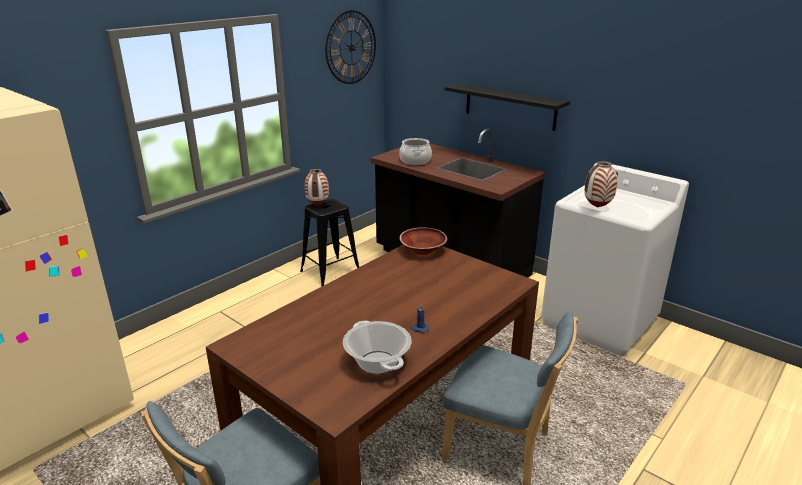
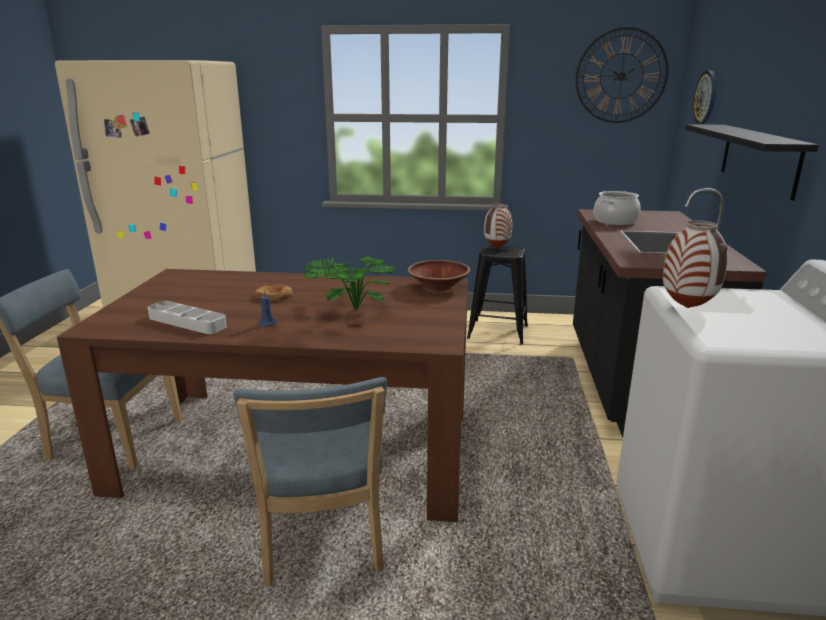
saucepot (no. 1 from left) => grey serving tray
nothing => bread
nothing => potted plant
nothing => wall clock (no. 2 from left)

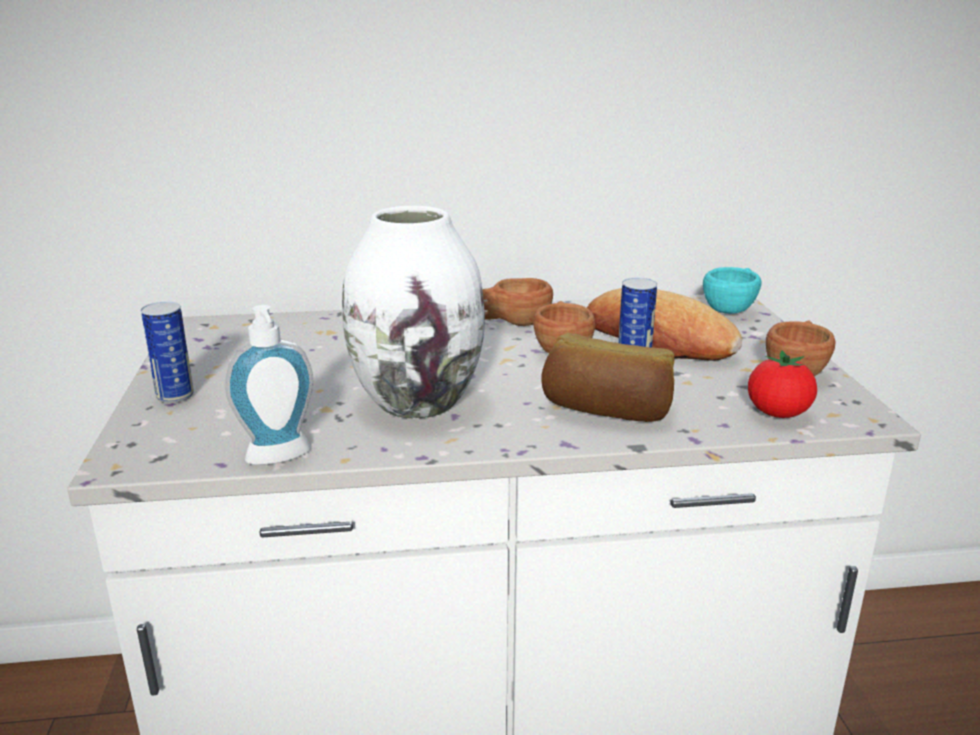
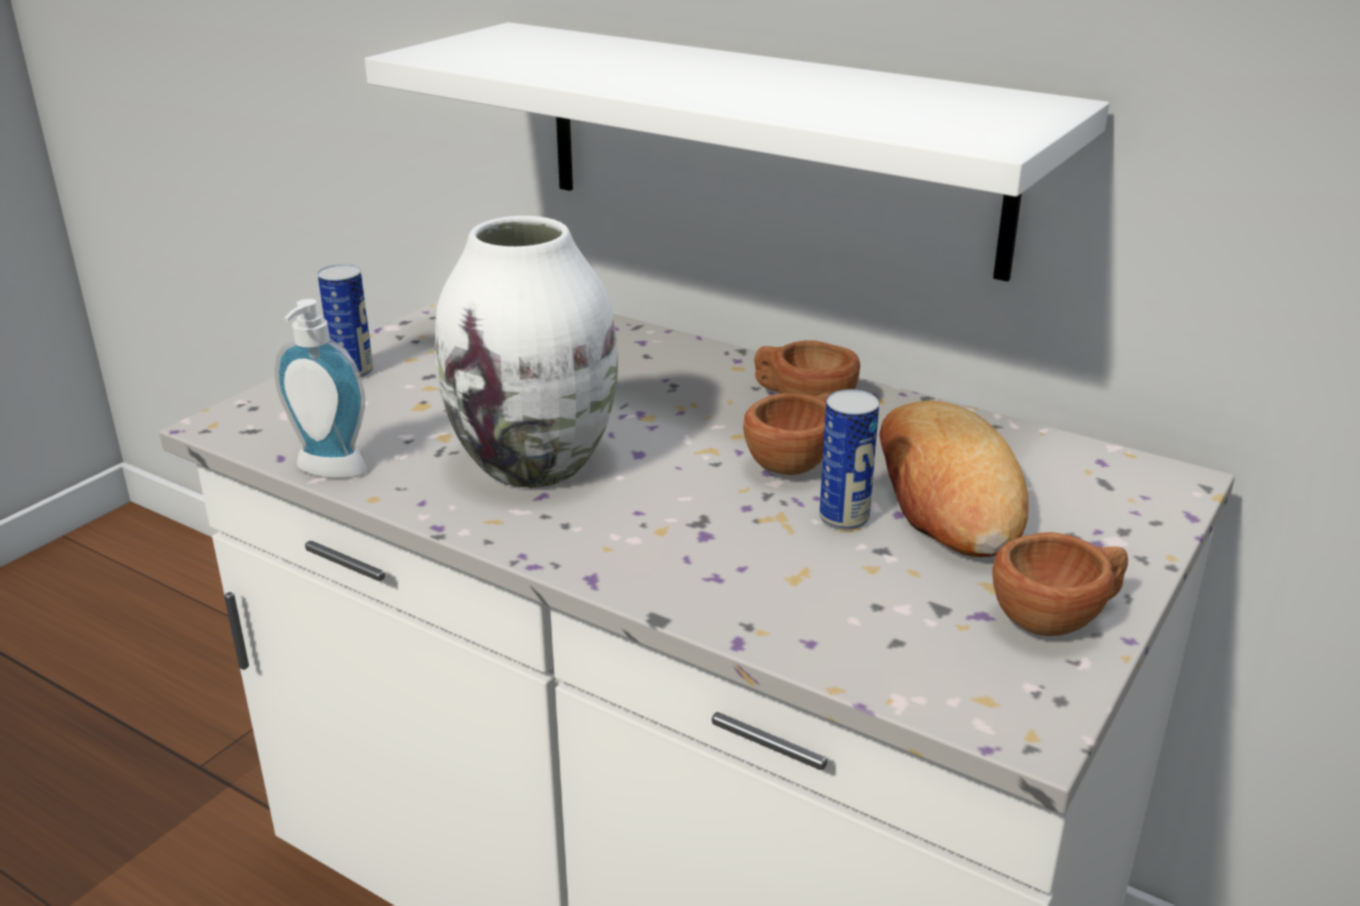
nothing => white bracket shelf
bread (no. 1 from left) => nothing
blue-green drinking cup => nothing
whole tomato => nothing

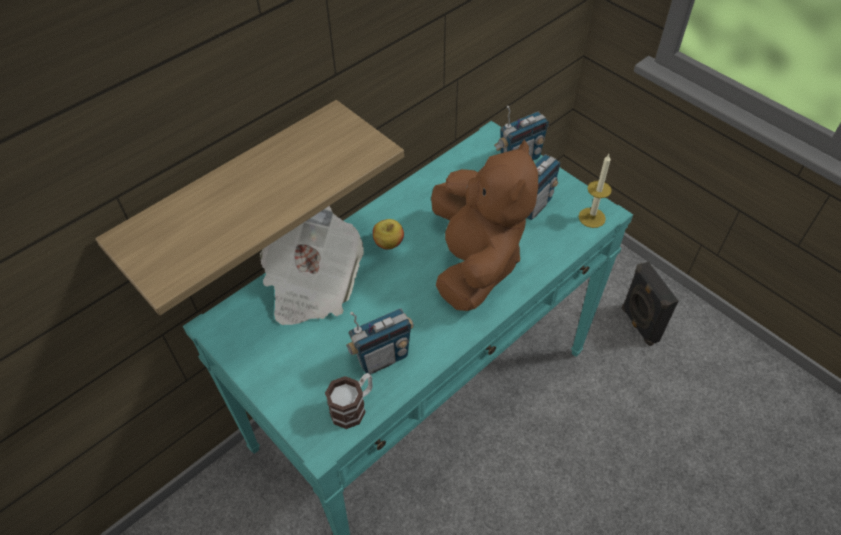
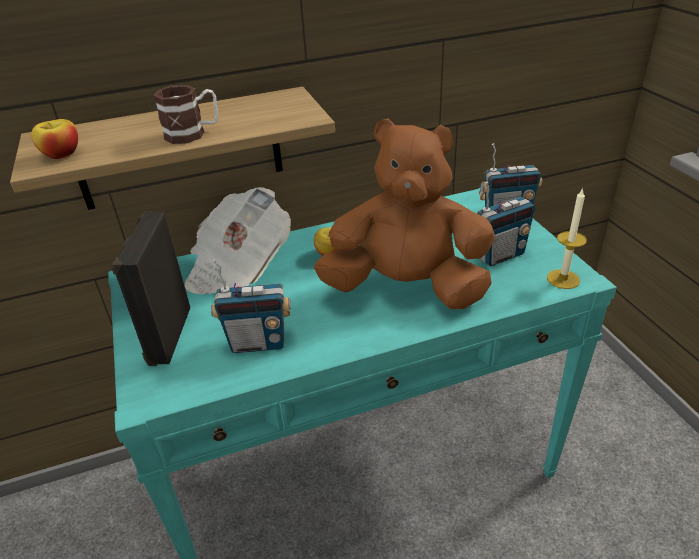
nothing => apple fruit (no. 1 from left)
black-coloured audio speaker, relocated
mug, relocated
brown soft toy, 105 degrees counterclockwise

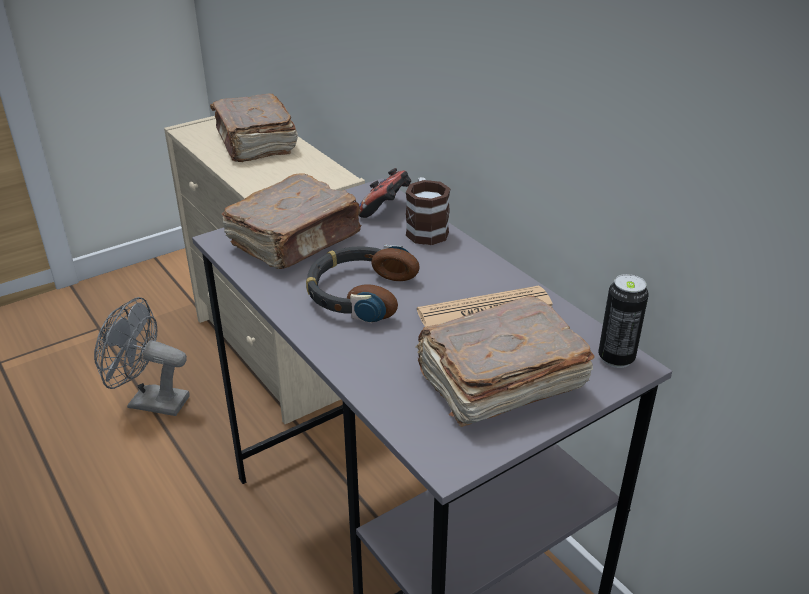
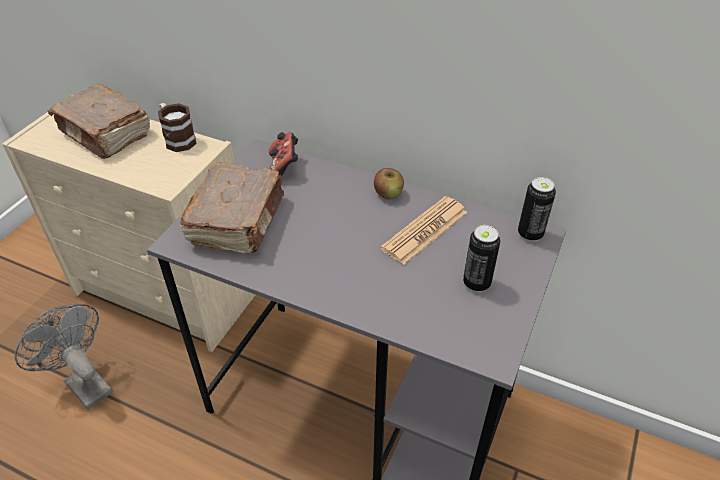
grey fan, 60 degrees clockwise
mug, relocated
nothing => apple fruit
brown book (no. 3 from left) => sealed can (no. 1 from left)
headphones => nothing

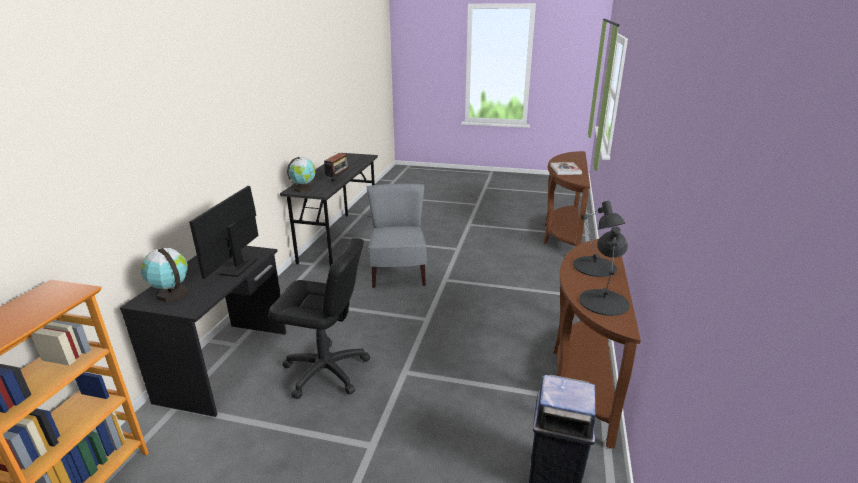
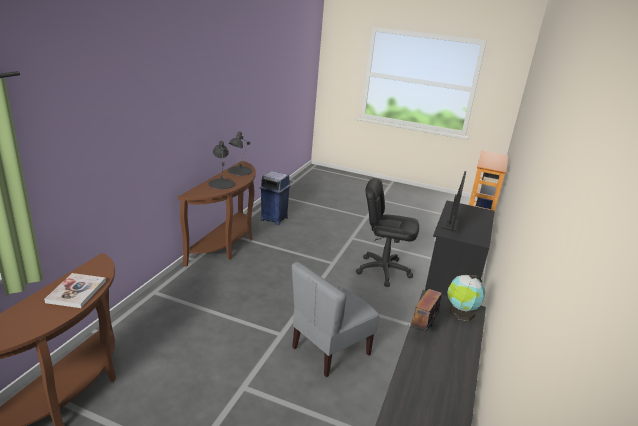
grey plain chair, 45 degrees clockwise
world globe (no. 1 from left) => nothing

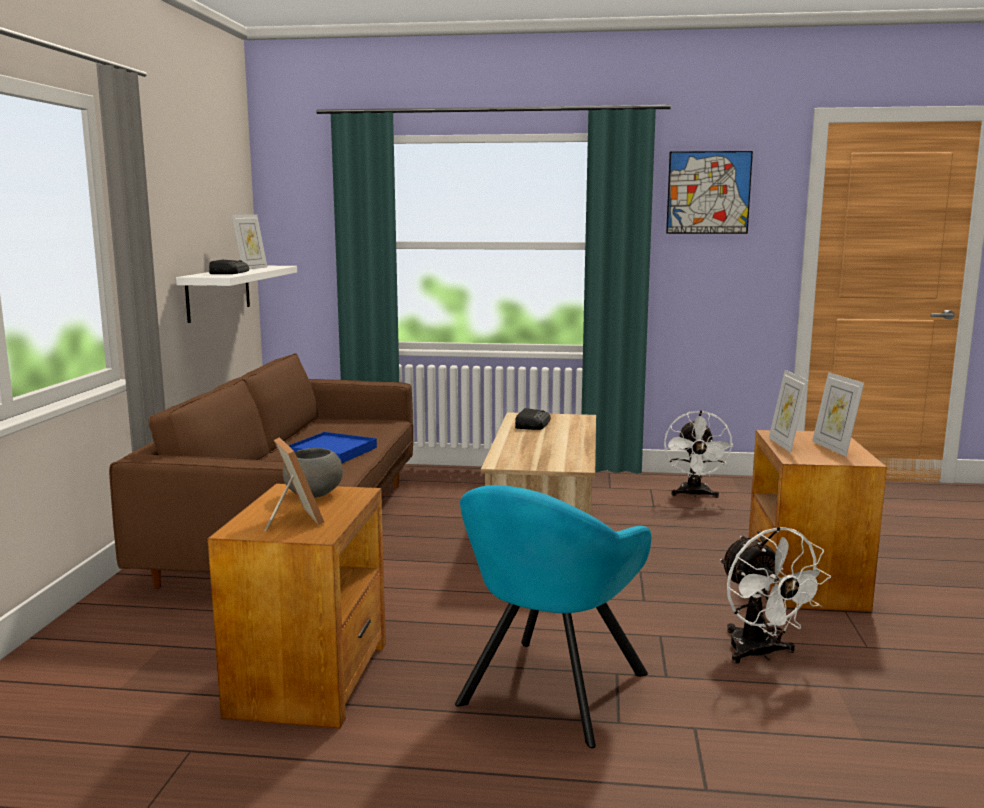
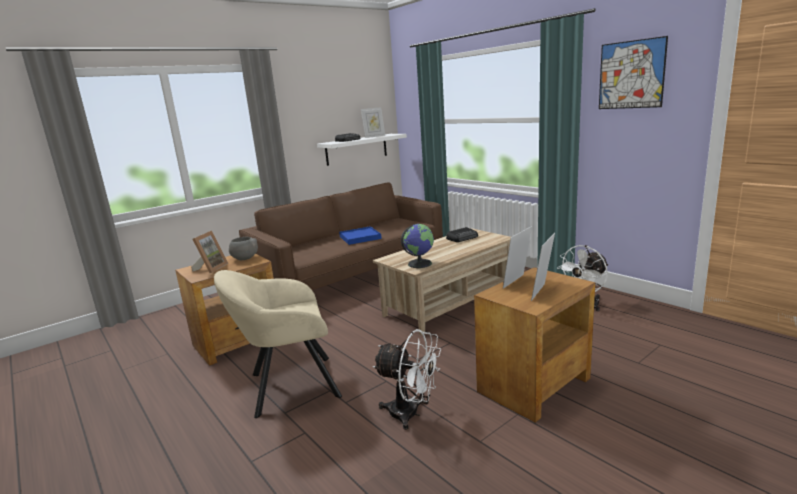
blue-green armchair => beige-coloured armchair
white fan (no. 2 from left in the first image) => white fan (no. 1 from left), 90 degrees counterclockwise
nothing => world globe

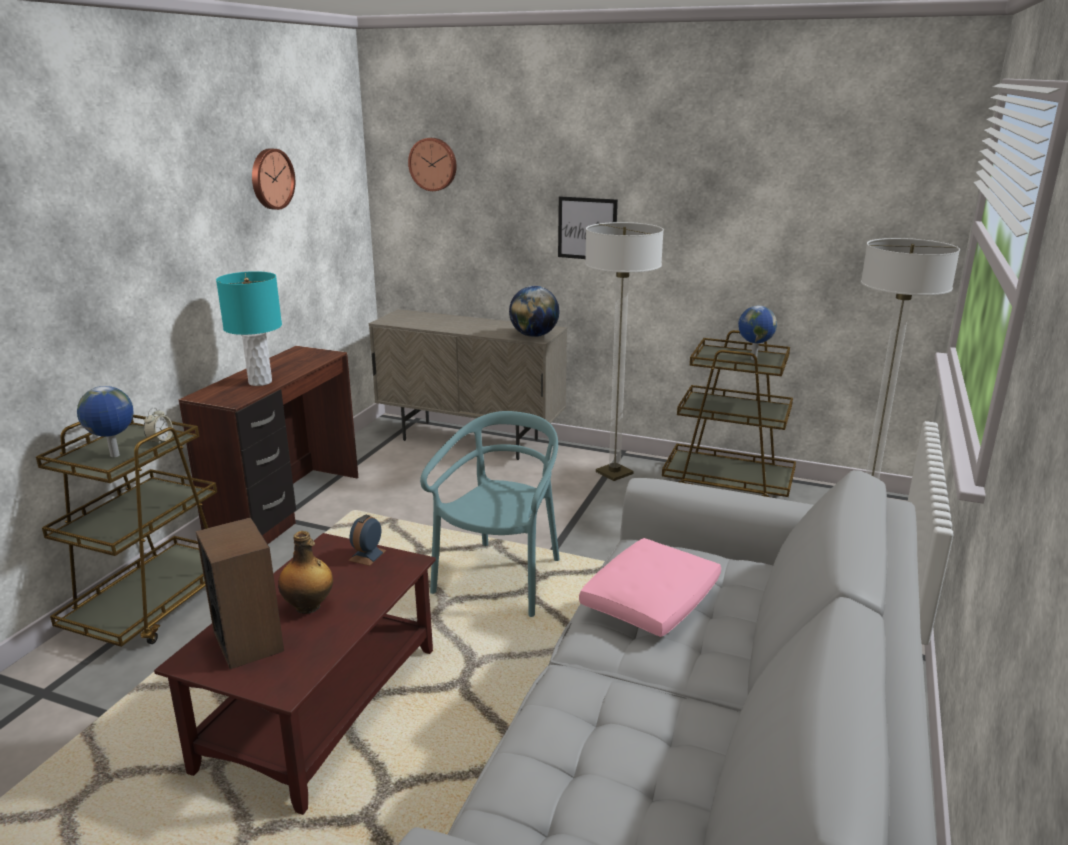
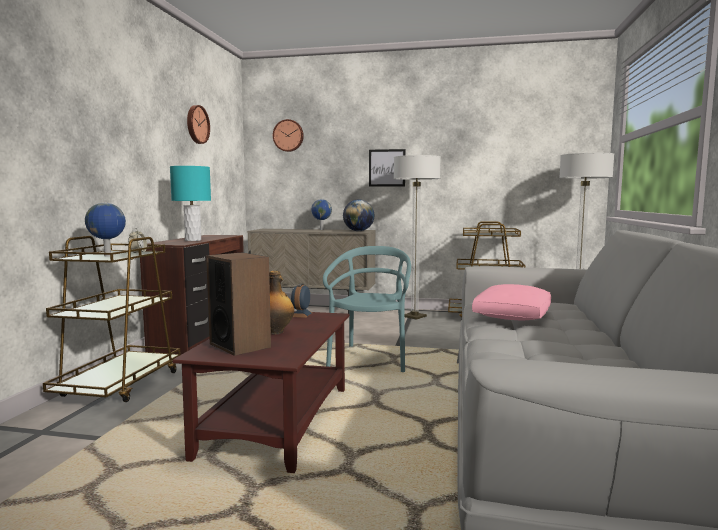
world globe (no. 3 from left in the first image) => world globe (no. 2 from left), relocated

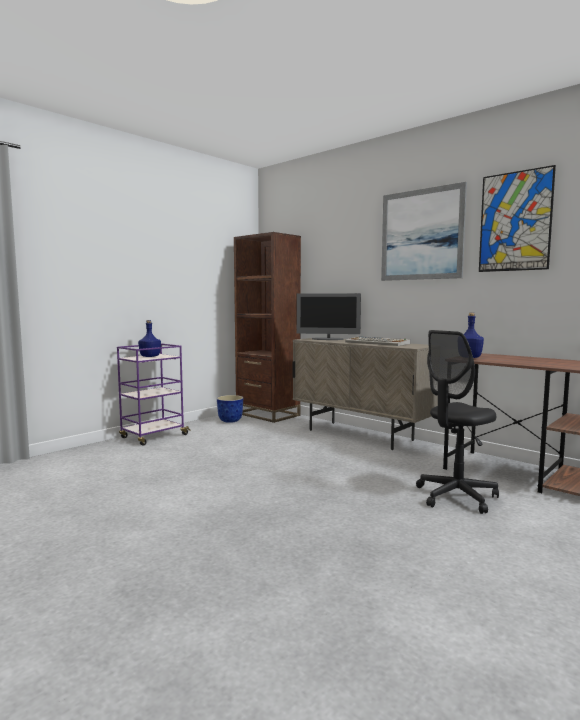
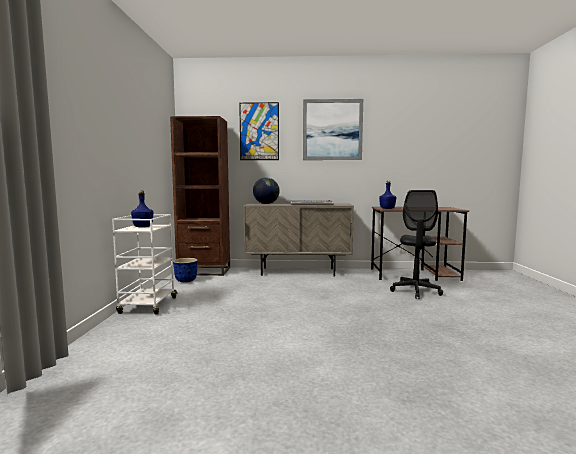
purple cart => white cart
picture (no. 2 from left in the first image) => picture (no. 1 from left), relocated
monitor => world globe

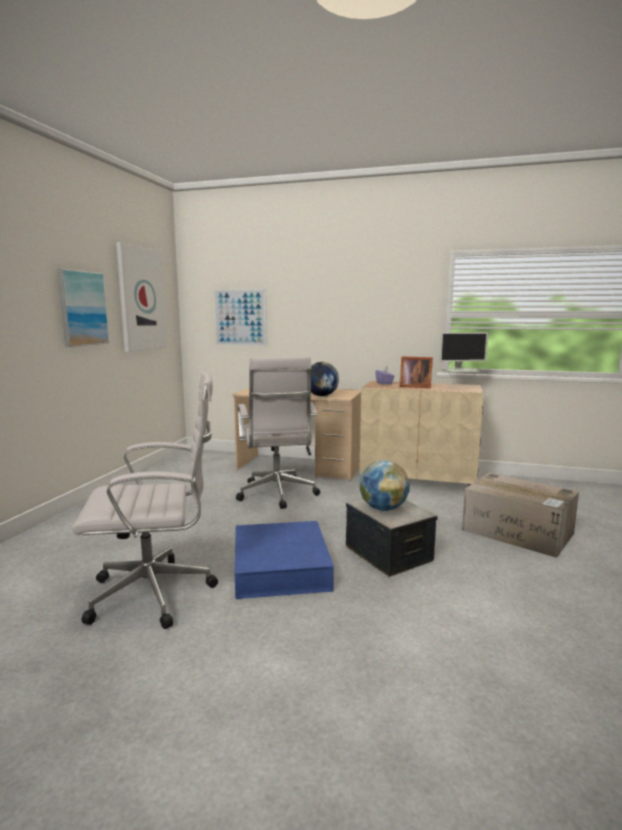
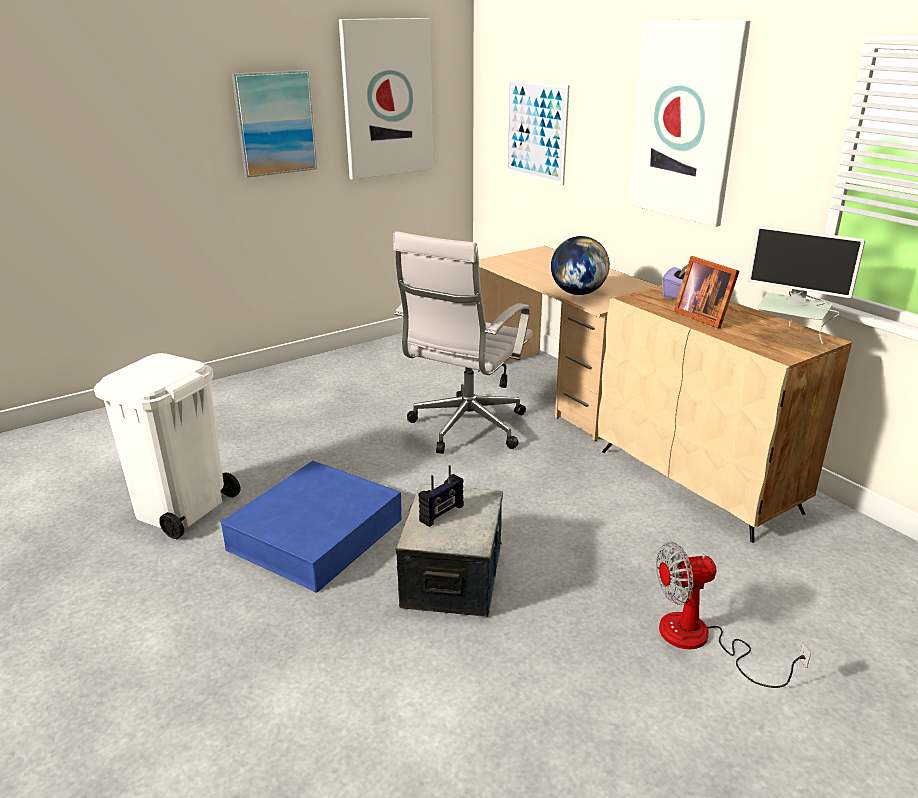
white office chair (no. 1 from left) => white trash can
world globe (no. 2 from left) => radio receiver
nothing => picture (no. 4 from left)
cardboard box => fan

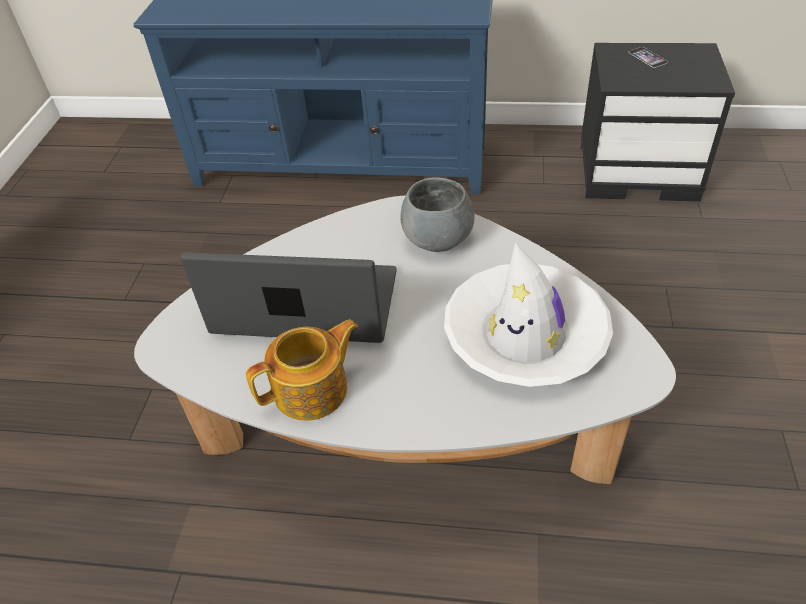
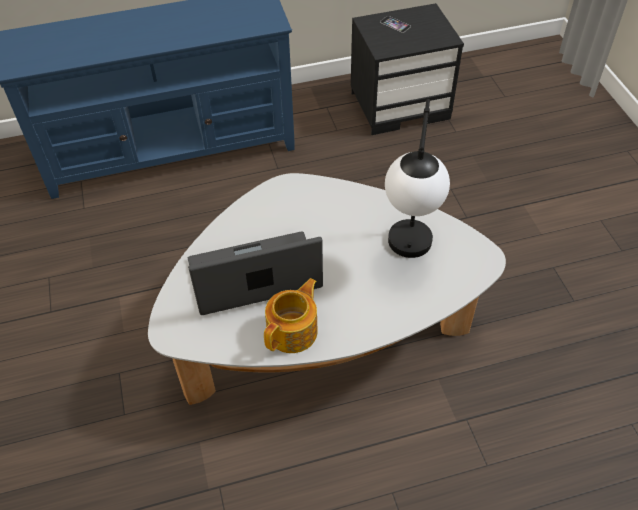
white hat => tabletop lamp
grey bowl => nothing

